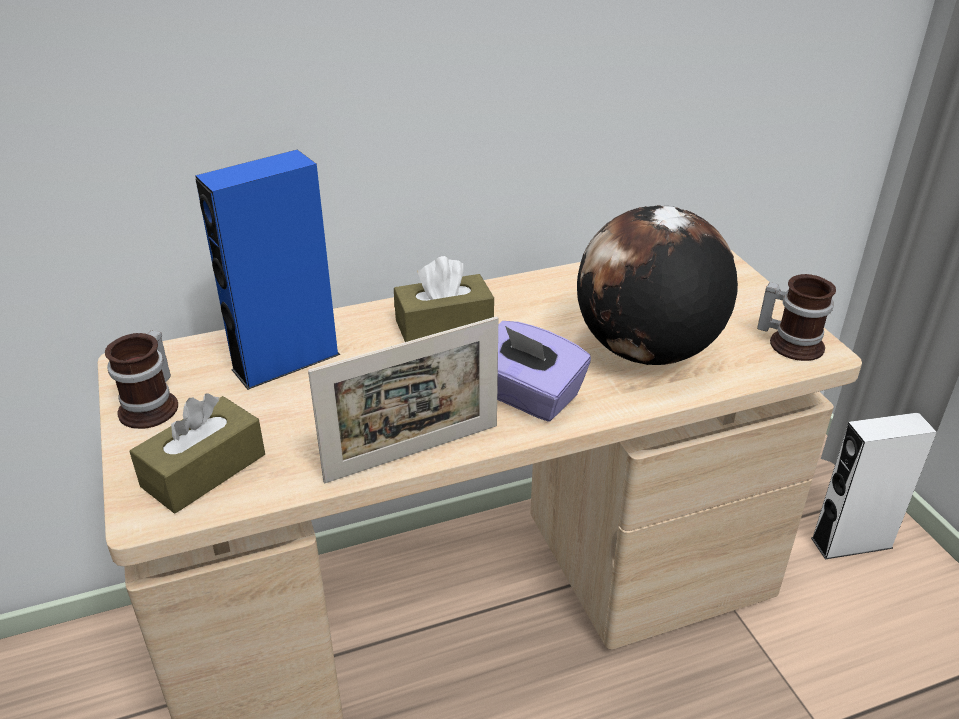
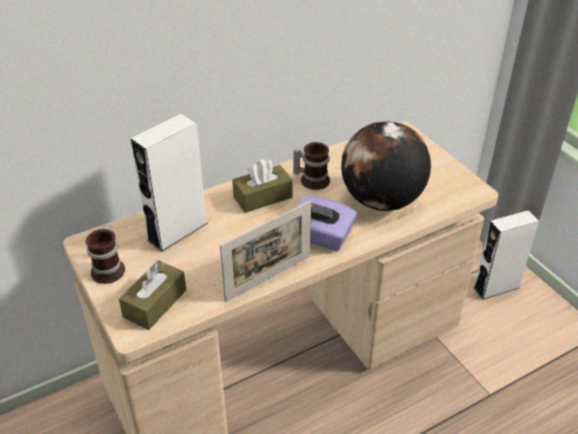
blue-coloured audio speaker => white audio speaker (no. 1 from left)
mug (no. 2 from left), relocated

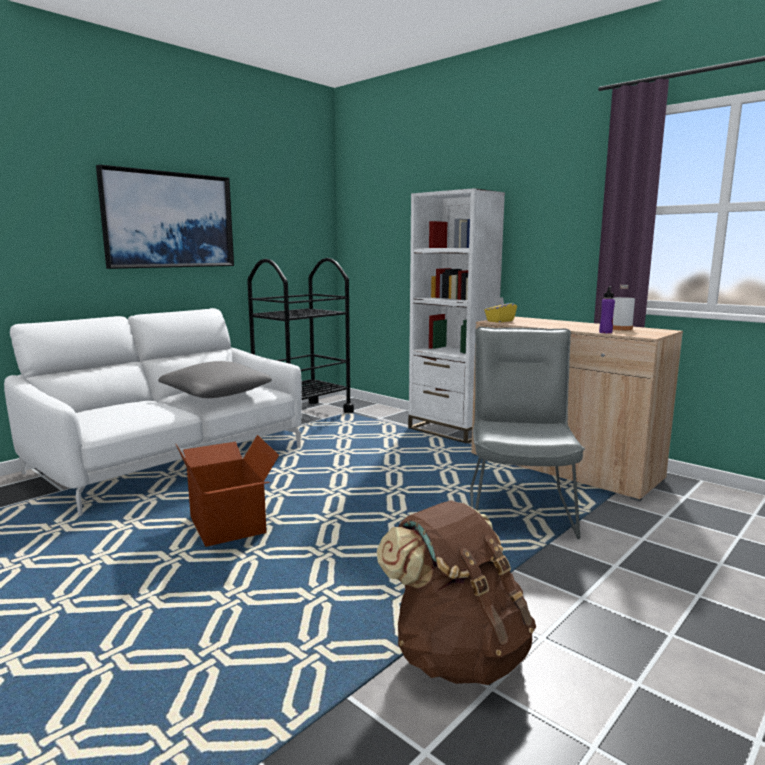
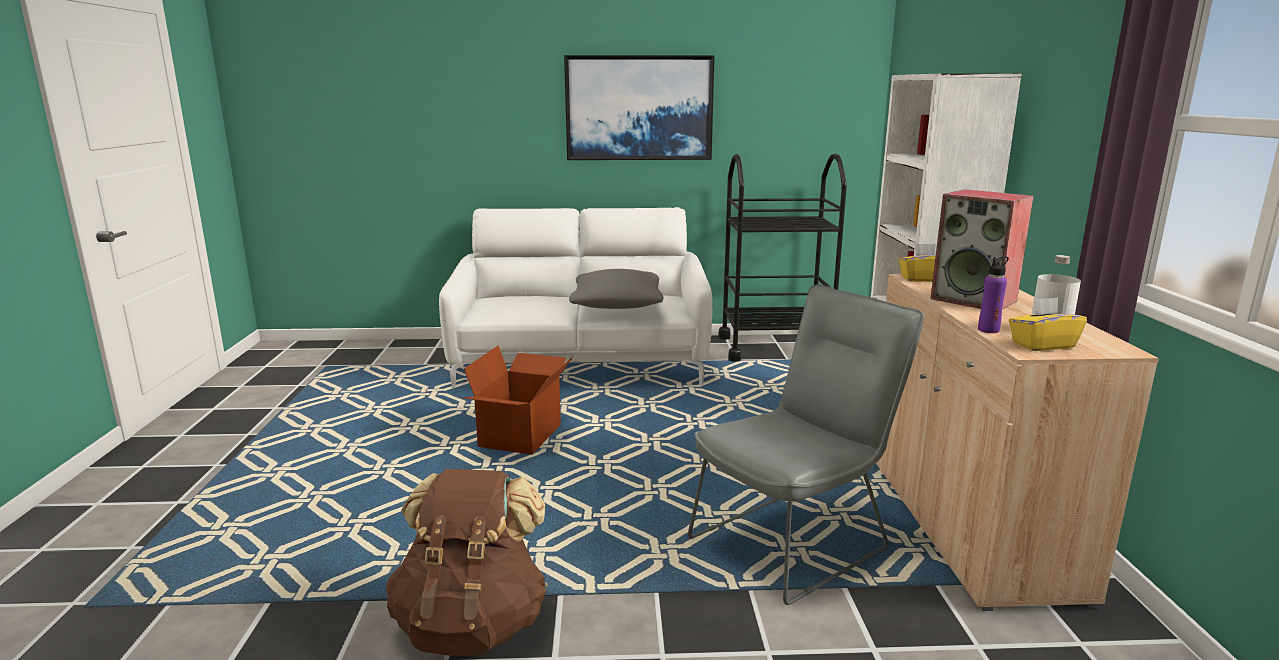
nothing => audio speaker
nothing => yellow tissue box (no. 2 from left)

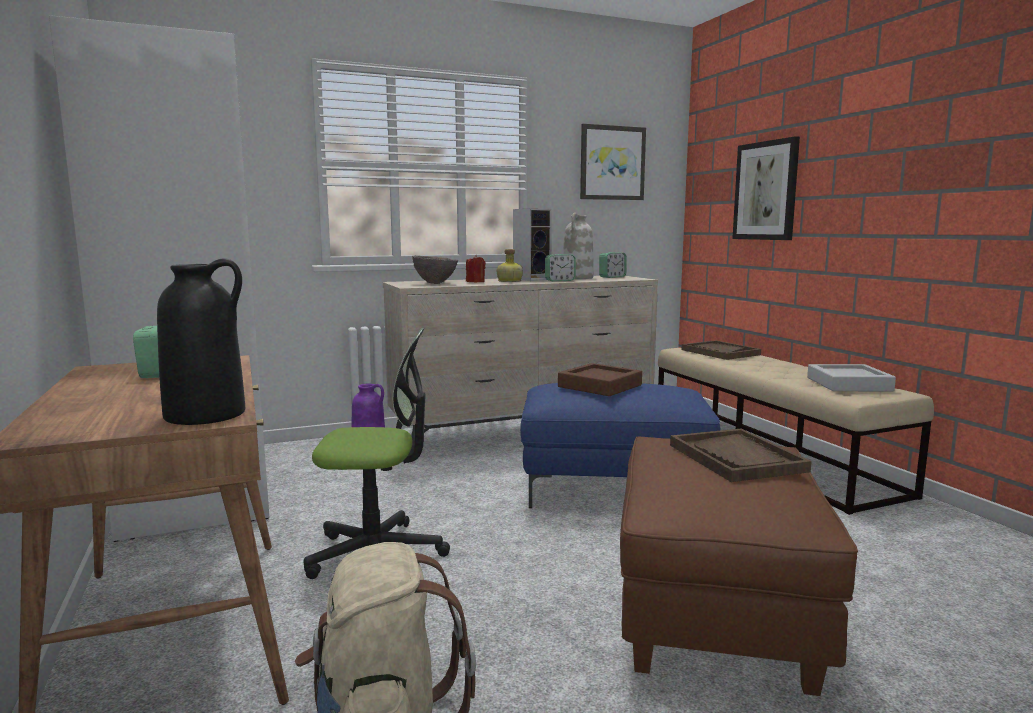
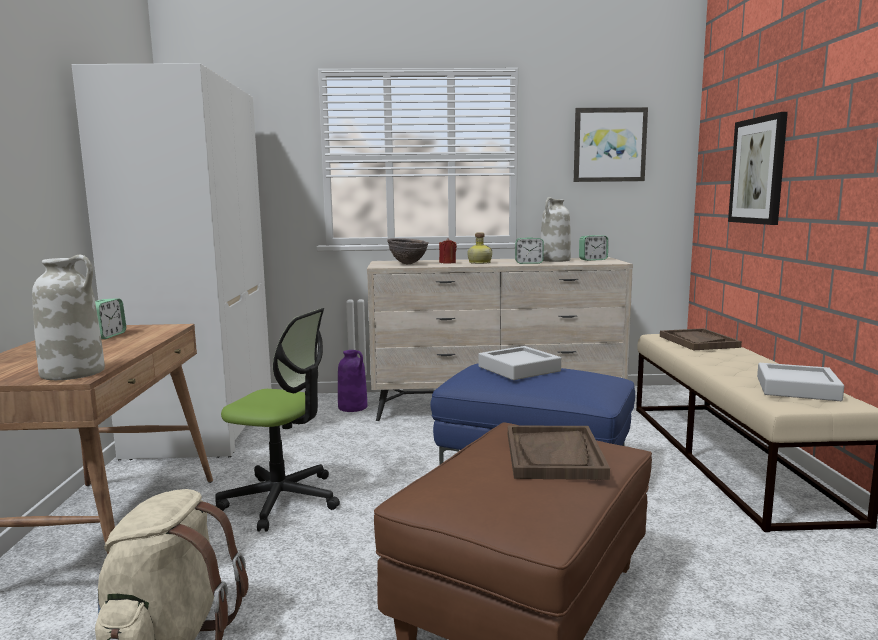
black-coloured vase => white vase (no. 1 from left)
brown serving tray (no. 1 from left) => grey serving tray (no. 1 from left)
audio speaker => nothing

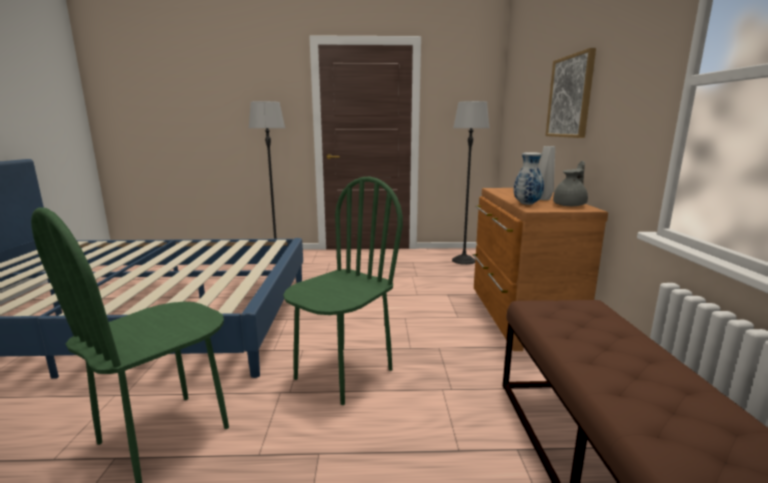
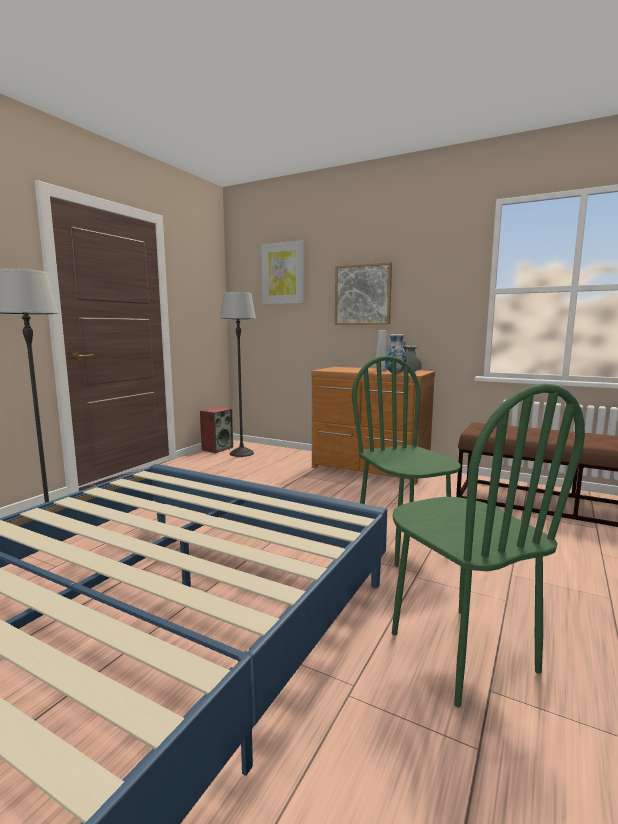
nothing => audio speaker
nothing => picture (no. 1 from left)

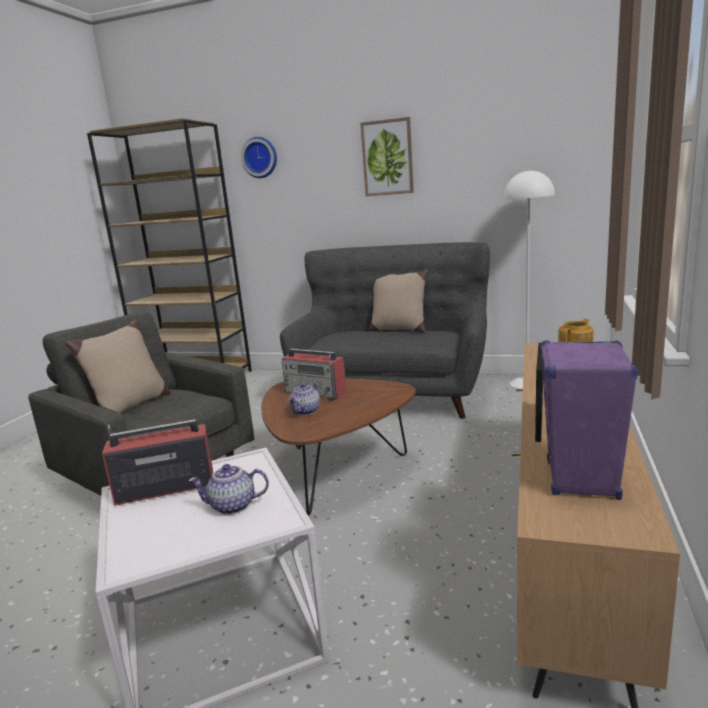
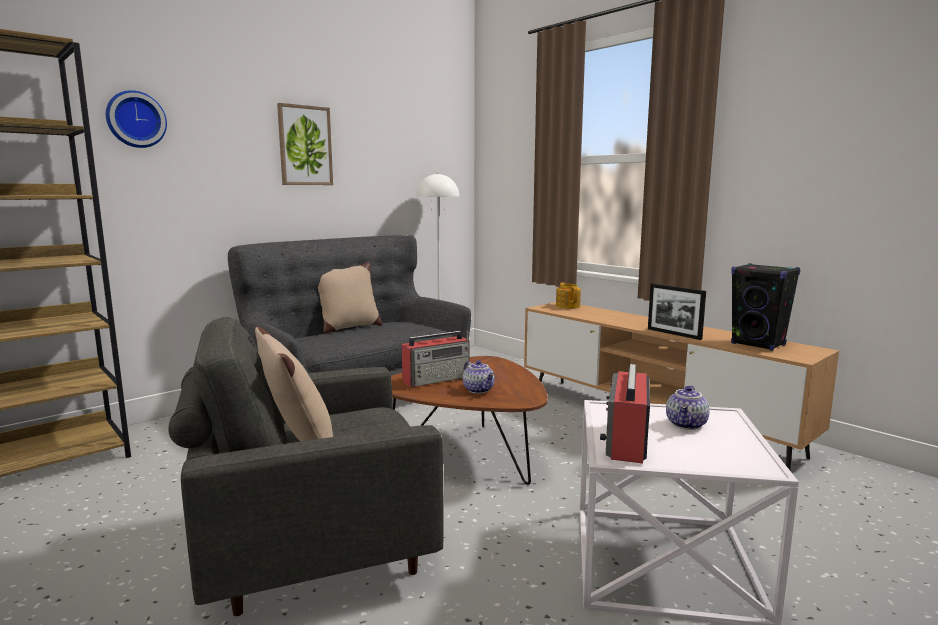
purple audio speaker => black-coloured audio speaker

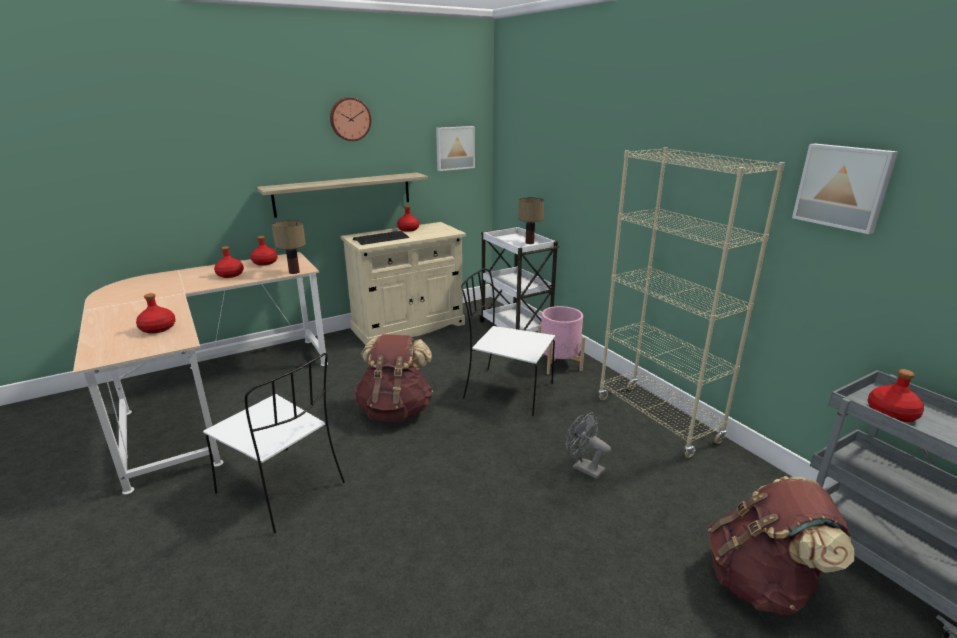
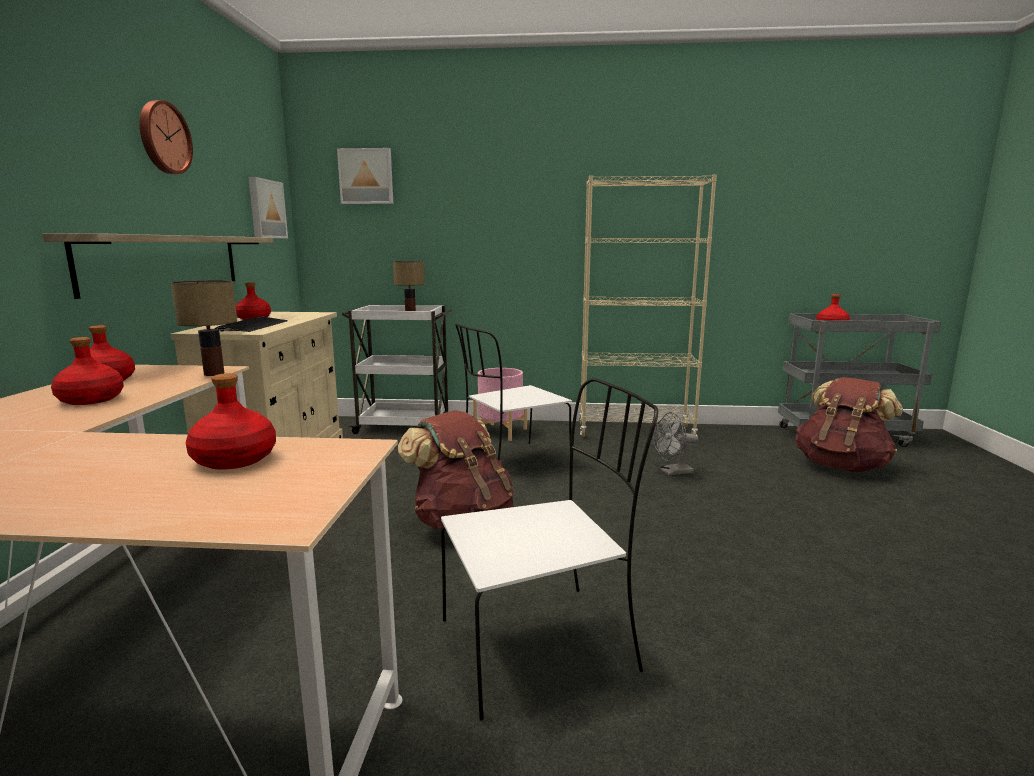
picture (no. 2 from left), relocated

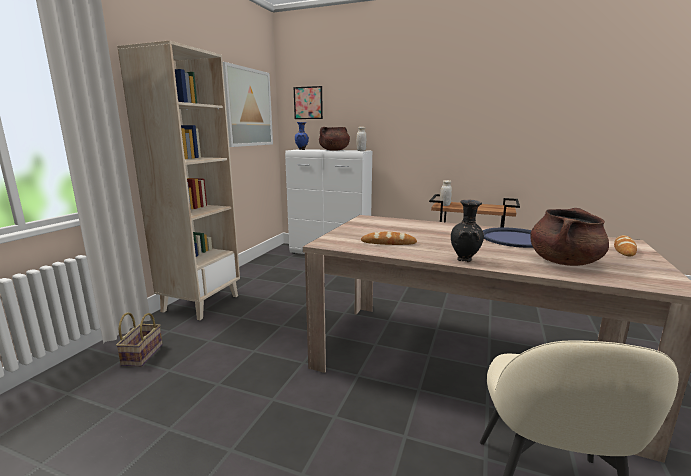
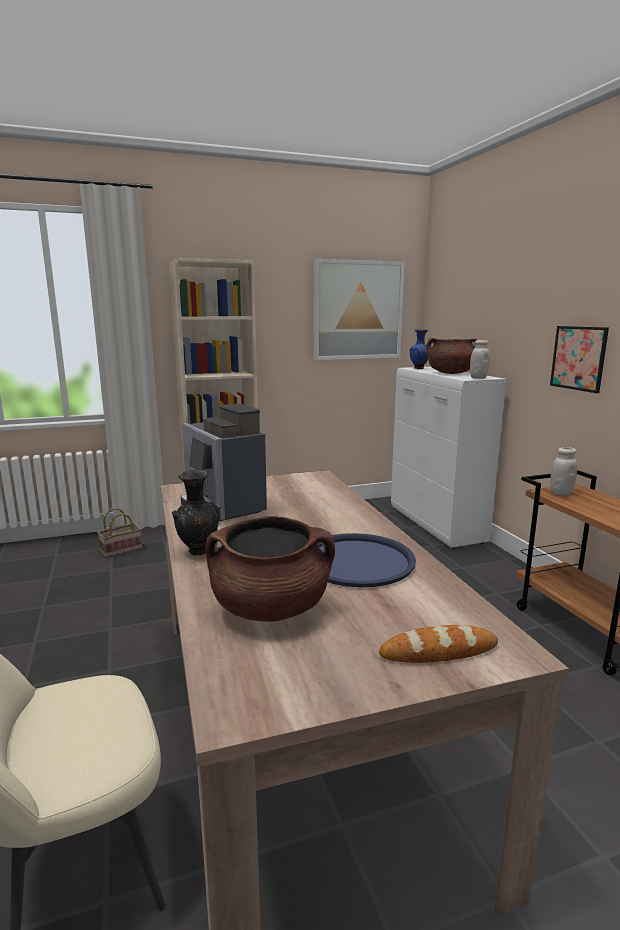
bread (no. 1 from left) => coffee machine
picture (no. 2 from left), relocated

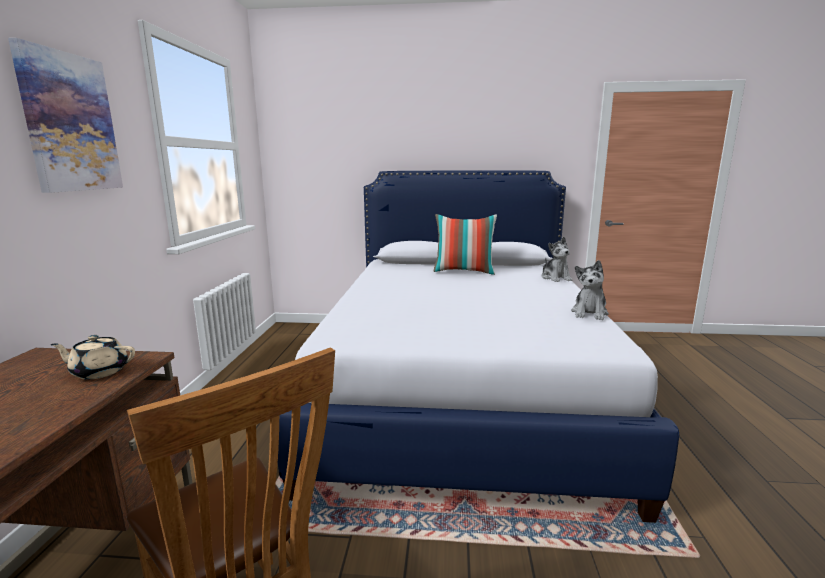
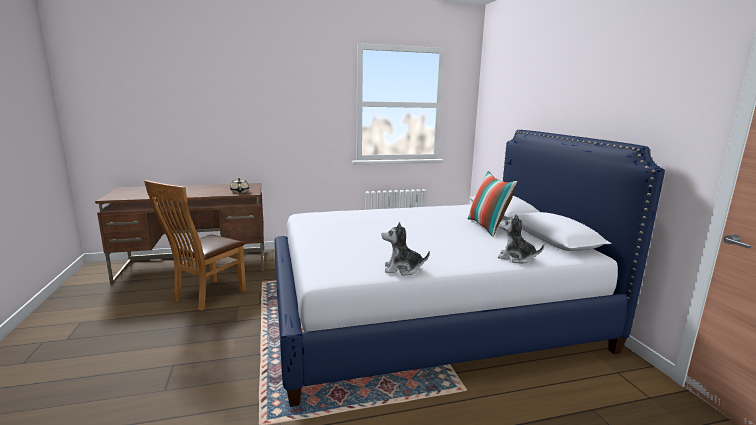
soft toy (no. 1 from left in the first image) => soft toy (no. 2 from left), 60 degrees clockwise
picture => nothing

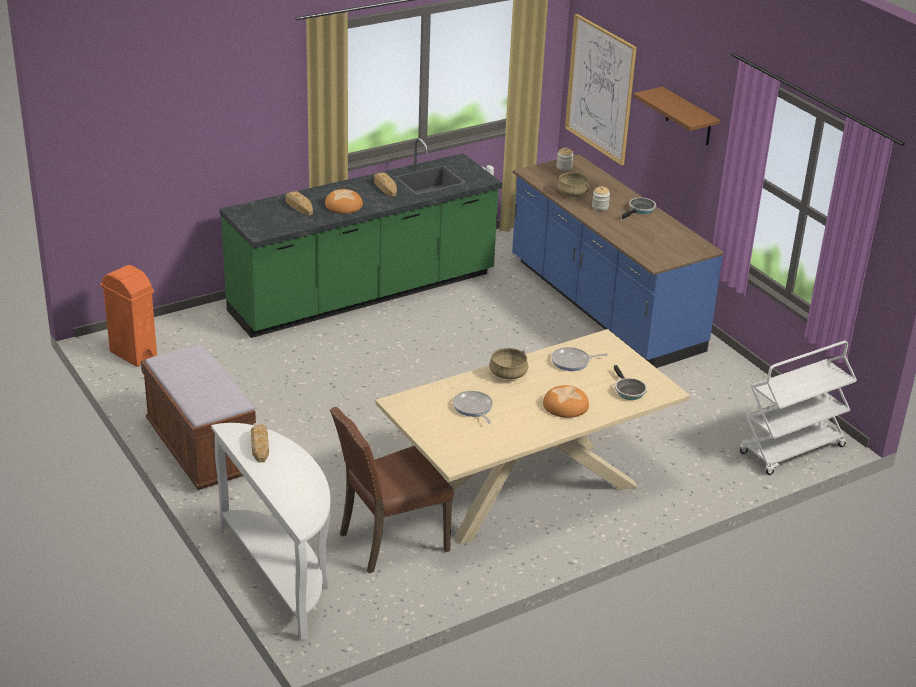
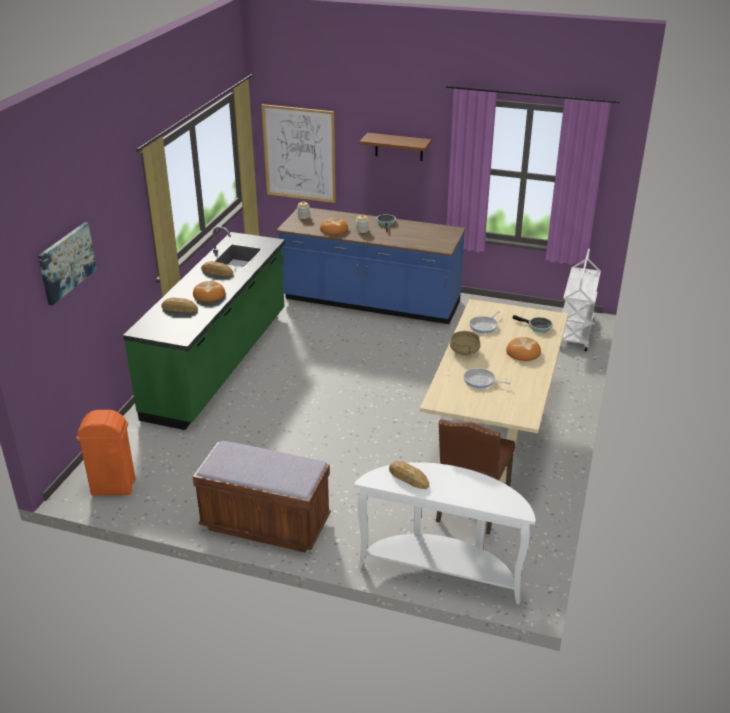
nothing => picture (no. 1 from left)
beige-coloured saucepot (no. 2 from left) => bread (no. 4 from left)

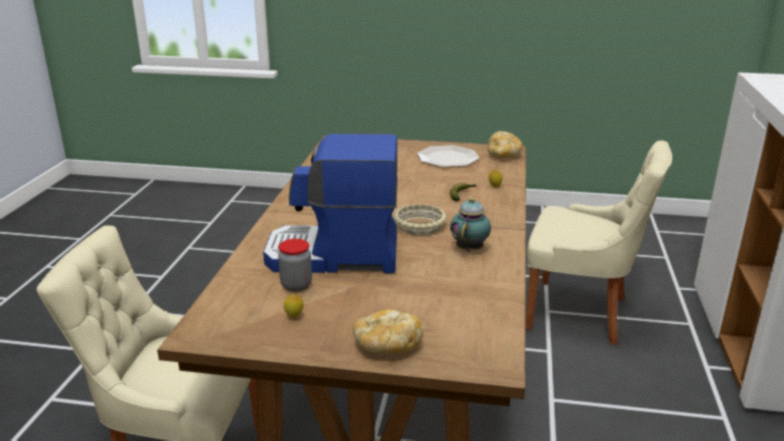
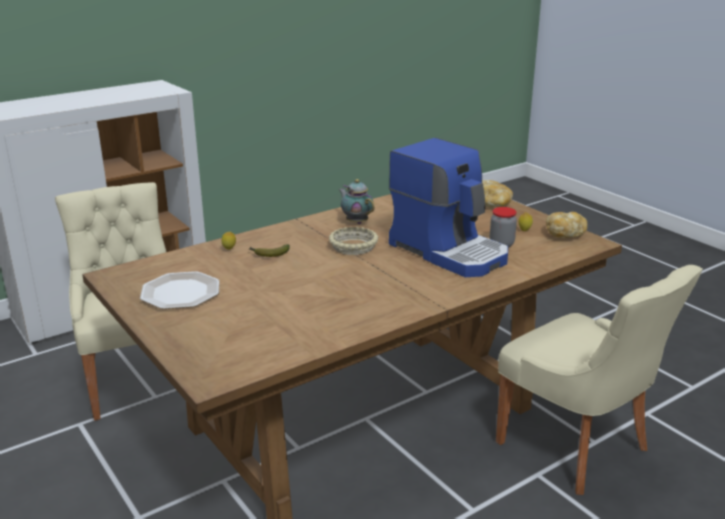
tea pot, 75 degrees clockwise
bread (no. 2 from left), relocated

